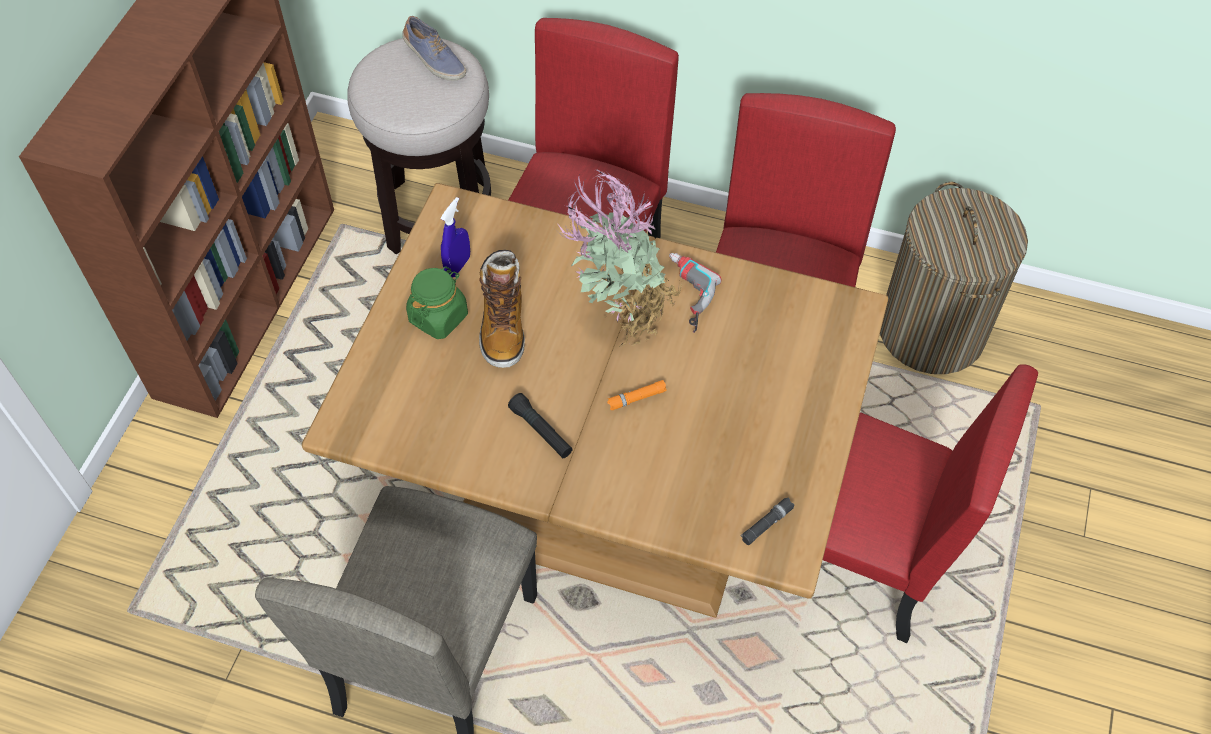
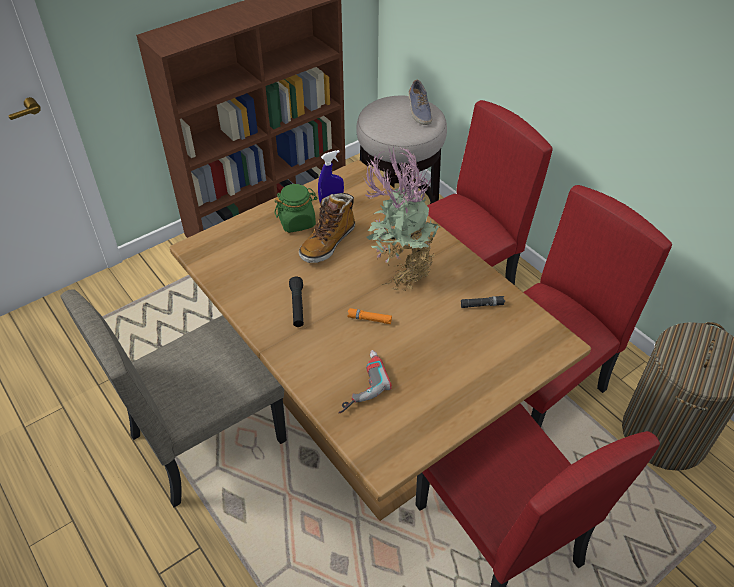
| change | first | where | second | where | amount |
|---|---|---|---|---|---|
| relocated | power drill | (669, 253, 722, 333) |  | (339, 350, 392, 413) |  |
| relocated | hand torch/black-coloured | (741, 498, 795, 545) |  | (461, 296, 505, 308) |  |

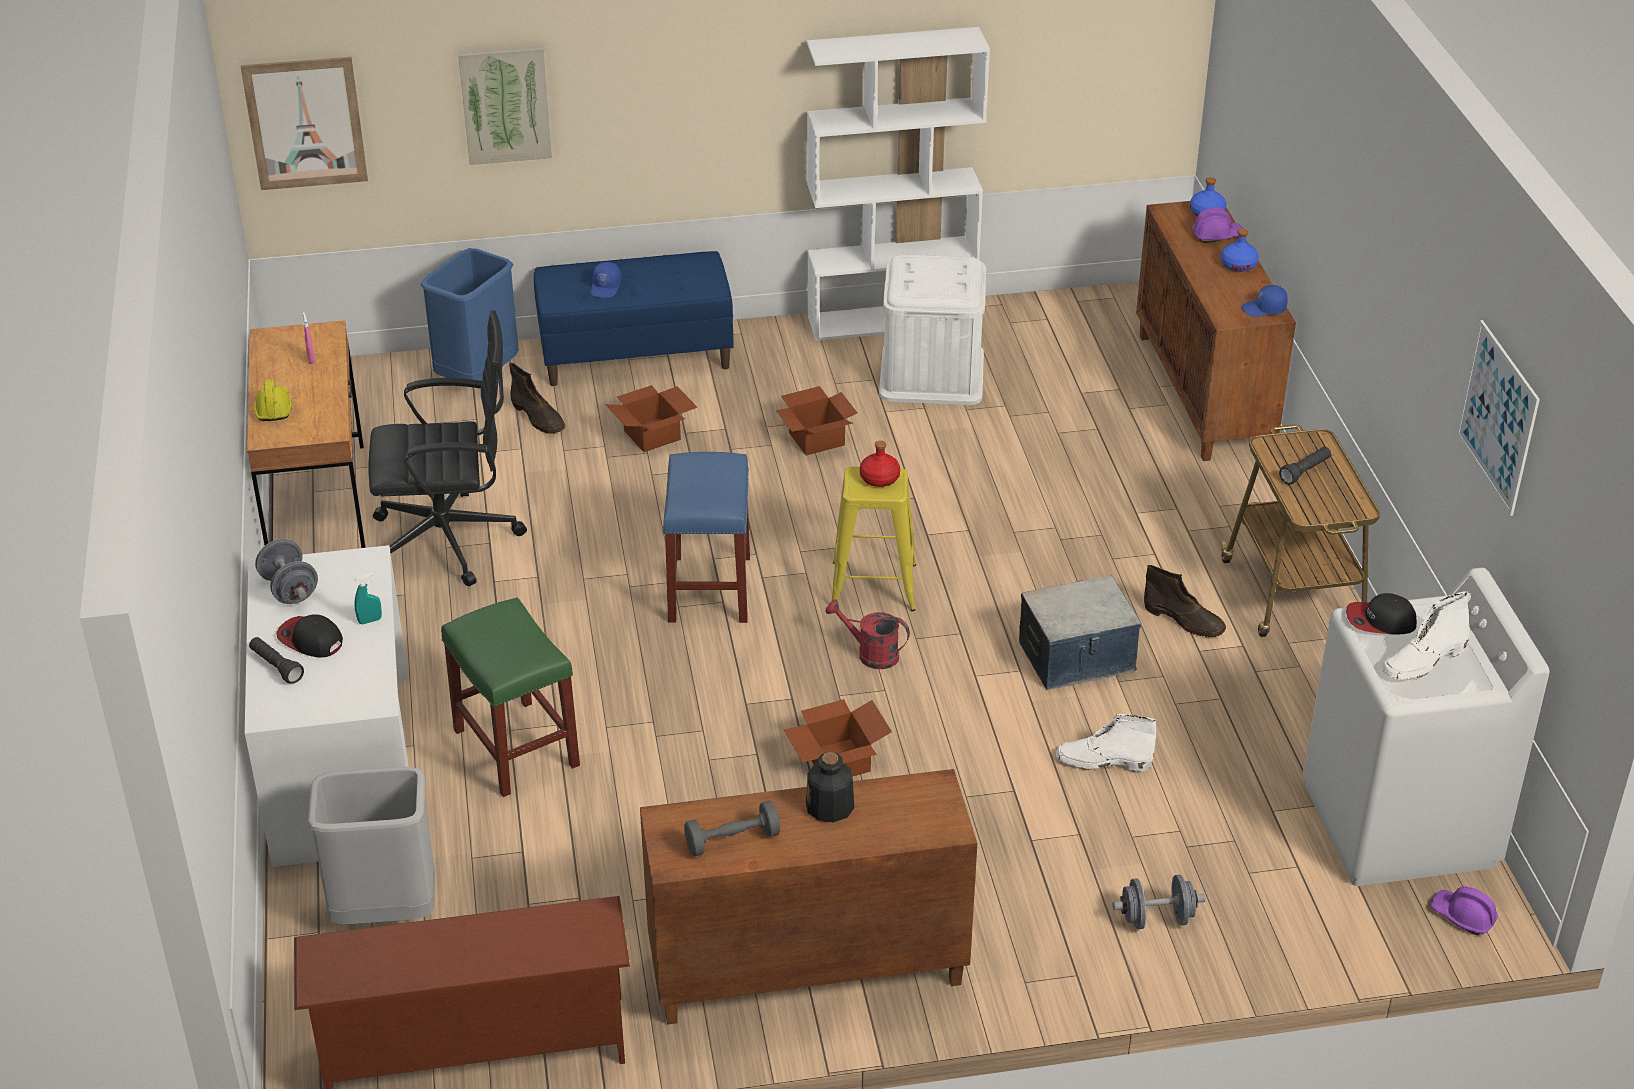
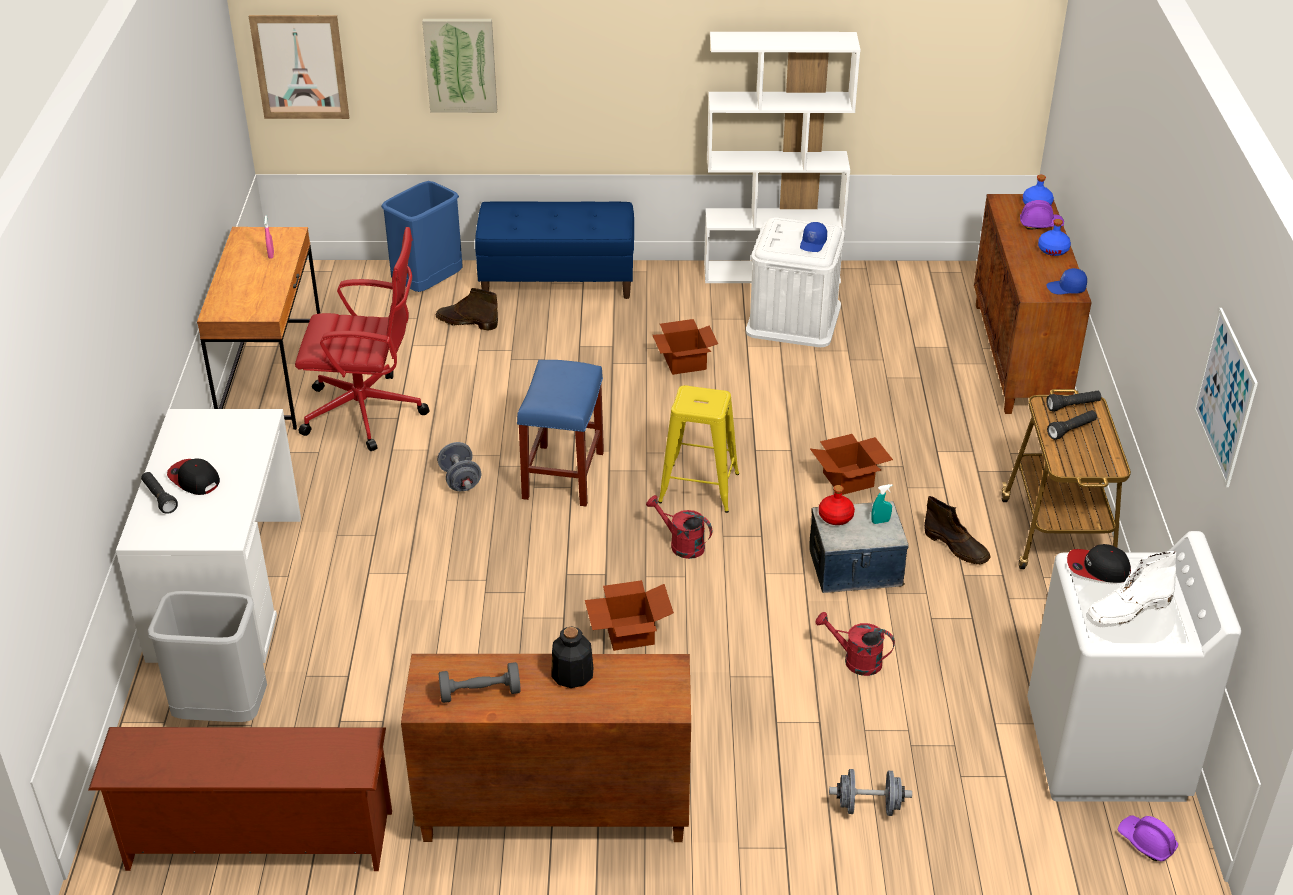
| change | first | where | second | where | amount |
|---|---|---|---|---|---|
| missing | safety helmet/yellowish | (253, 379, 292, 421) |  |  |  |
| missing | sitting stool/green | (441, 597, 580, 797) |  |  |  |
| appeared |  |  | hand torch/black-coloured | (1046, 391, 1101, 411) |  |
| relocated | free weight/greyish | (255, 539, 318, 604) |  | (437, 442, 481, 491) |  |
| relocated | sprayer/turquoise-coloured | (354, 573, 382, 624) |  | (871, 484, 892, 524) |  |
| relocated | peaked cap/bluish | (591, 262, 621, 298) |  | (800, 222, 827, 252) |  |
| relocated | packing box | (605, 385, 697, 452) |  | (810, 434, 893, 495) |  |
| relocated | drink bottle/red-coloured | (860, 440, 900, 487) |  | (819, 485, 855, 525) |  |
| exchanged | tall boot/whitish | (1056, 714, 1156, 772) | watering can/red-coloured | (815, 612, 895, 676) |  |
| colour | computer chair/black-coloured | (368, 310, 527, 586) | computer chair/red-coloured | (295, 227, 430, 451) |  |
| spun | tall boot/brownish | (509, 363, 565, 434) |  | (436, 288, 498, 330) | 135 degrees clockwise |

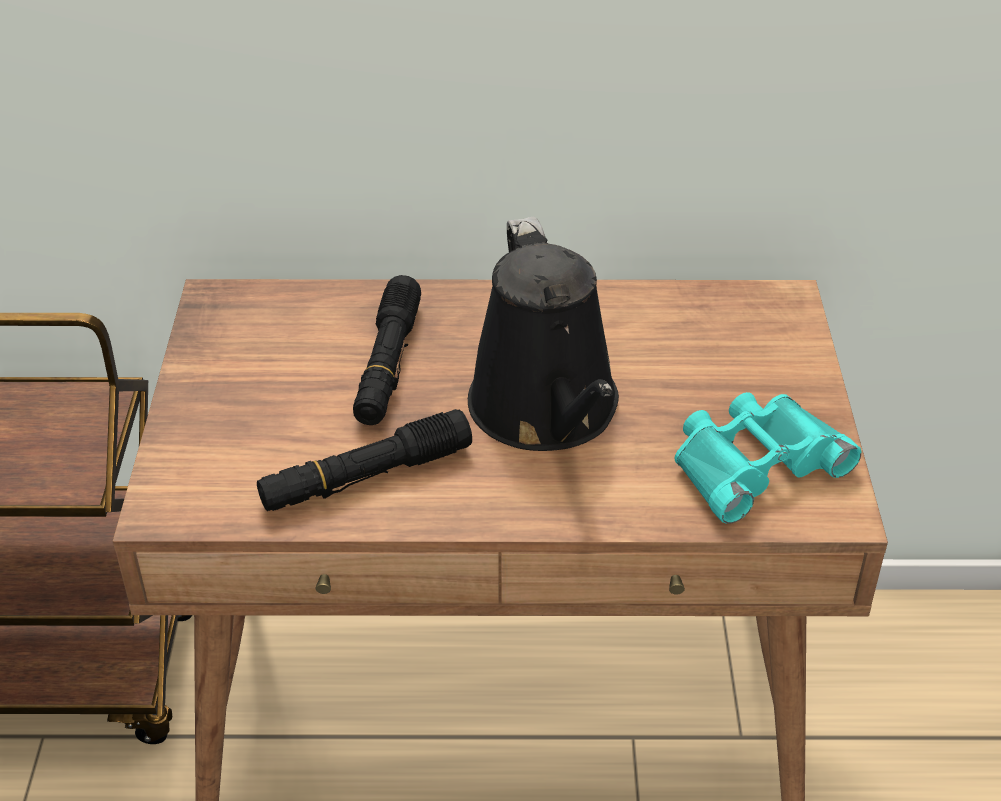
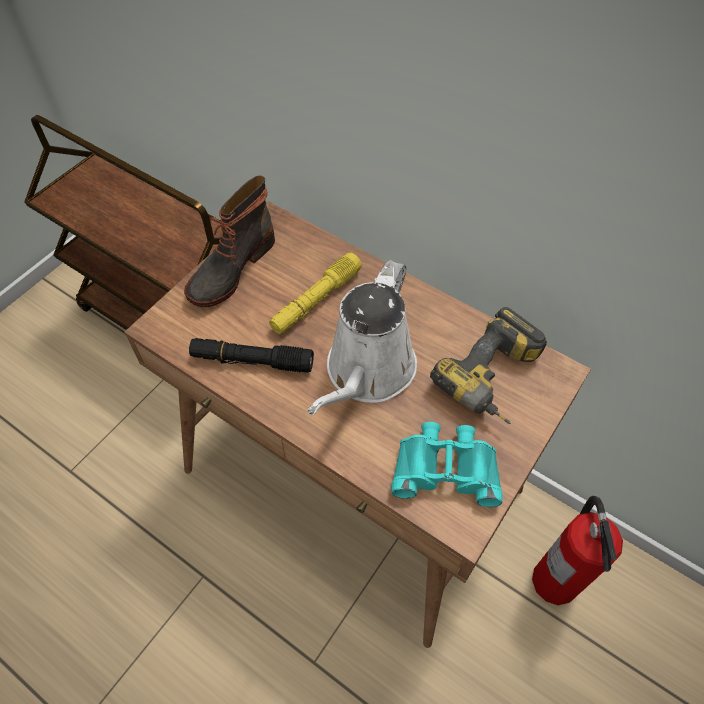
| change | first | where | second | where | amount |
|---|---|---|---|---|---|
| appeared |  |  | tall boot | (184, 176, 275, 307) |  |
| appeared |  |  | power drill | (430, 307, 547, 424) |  |
| appeared |  |  | fire extinguisher | (532, 496, 623, 605) |  |
| colour | hand torch/black-coloured | (353, 275, 421, 425) | hand torch/yellowish | (269, 252, 362, 334) |  |
| colour | watering can/black-coloured | (468, 216, 619, 451) | watering can/whitish | (307, 260, 417, 415) |  |

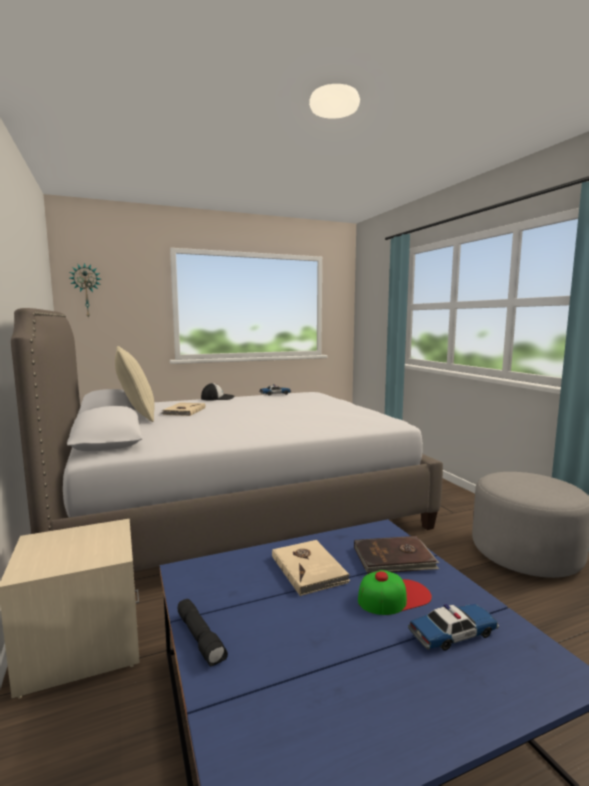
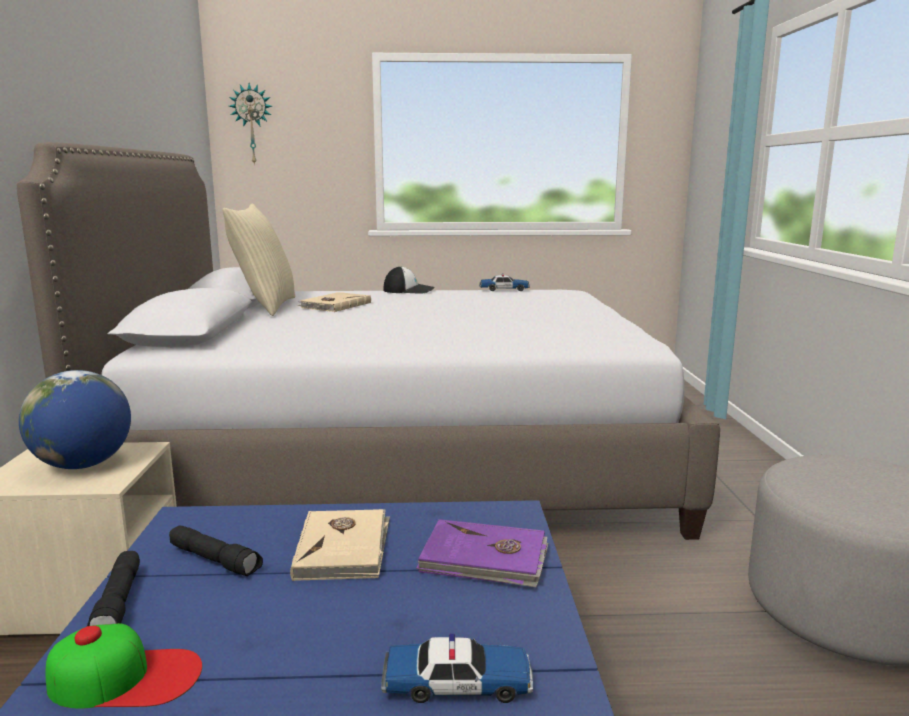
| change | first | where | second | where | amount |
|---|---|---|---|---|---|
| appeared |  |  | world globe | (19, 370, 131, 469) |  |
| appeared |  |  | hand torch/black-coloured | (169, 526, 263, 576) |  |
| relocated | peaked cap | (358, 570, 432, 615) |  | (46, 623, 202, 709) |  |
| colour | book/brownish | (354, 536, 439, 574) | book/purple | (416, 519, 548, 587) |  |

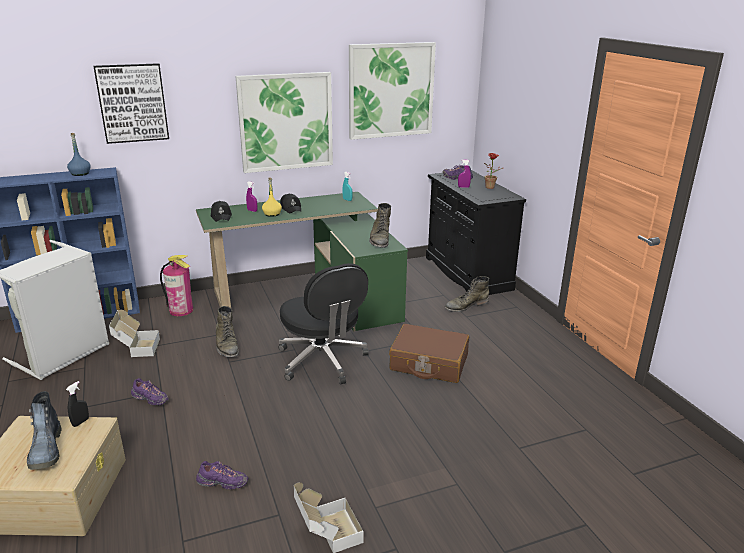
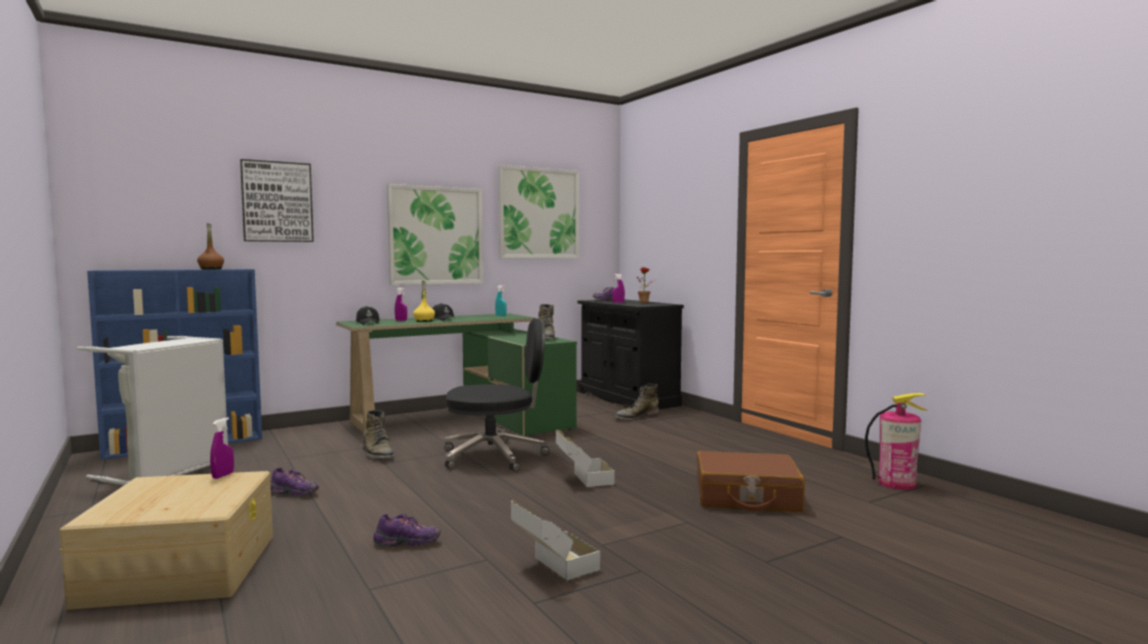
| change | first | where | second | where | amount |
|---|---|---|---|---|---|
| missing | tall boot | (27, 391, 62, 470) |  |  |  |
| relocated | packing box | (109, 310, 160, 357) |  | (556, 430, 615, 487) |  |
| relocated | fire extinguisher | (160, 255, 193, 316) |  | (865, 393, 928, 490) |  |
| relocated | travel case/brownish | (389, 324, 469, 383) |  | (697, 451, 805, 512) |  |
| colour | sprayer/black-coloured | (66, 381, 89, 427) | sprayer/purple | (210, 417, 234, 479) |  |
| colour | drink bottle/bluish | (67, 133, 91, 176) | drink bottle/brownish | (197, 223, 224, 269) |  |
| spun | computer chair/black-coloured | (279, 263, 369, 384) |  | (445, 318, 549, 472) | 60 degrees counterclockwise |

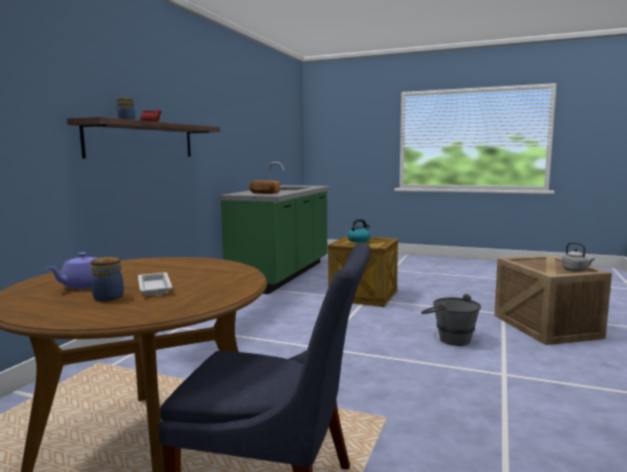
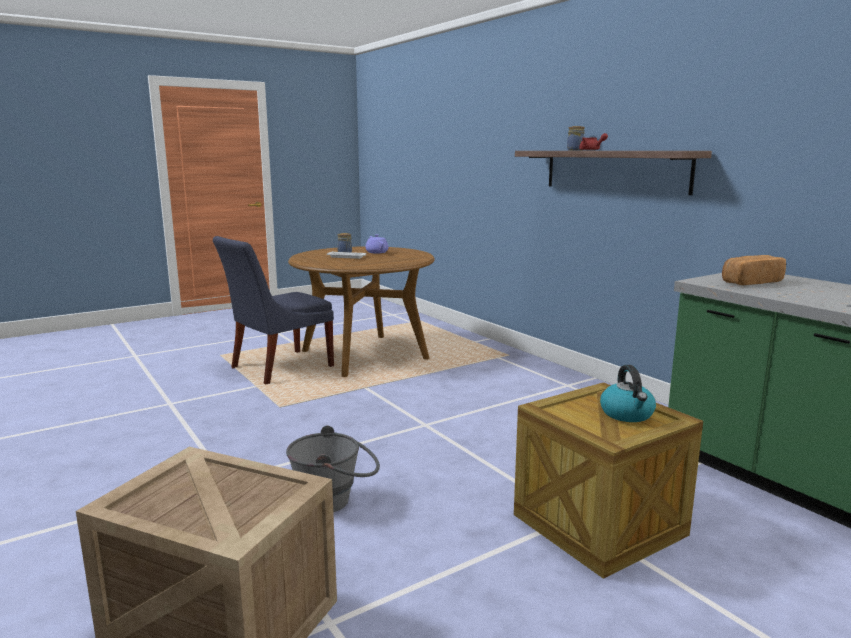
| change | first | where | second | where | amount |
|---|---|---|---|---|---|
| missing | kettle/greyish | (562, 242, 595, 272) |  |  |  |

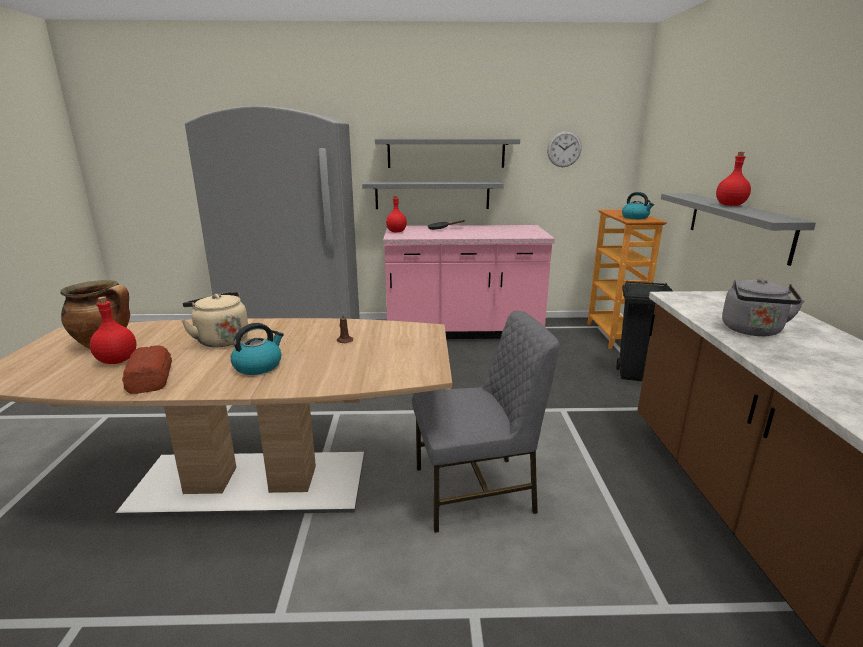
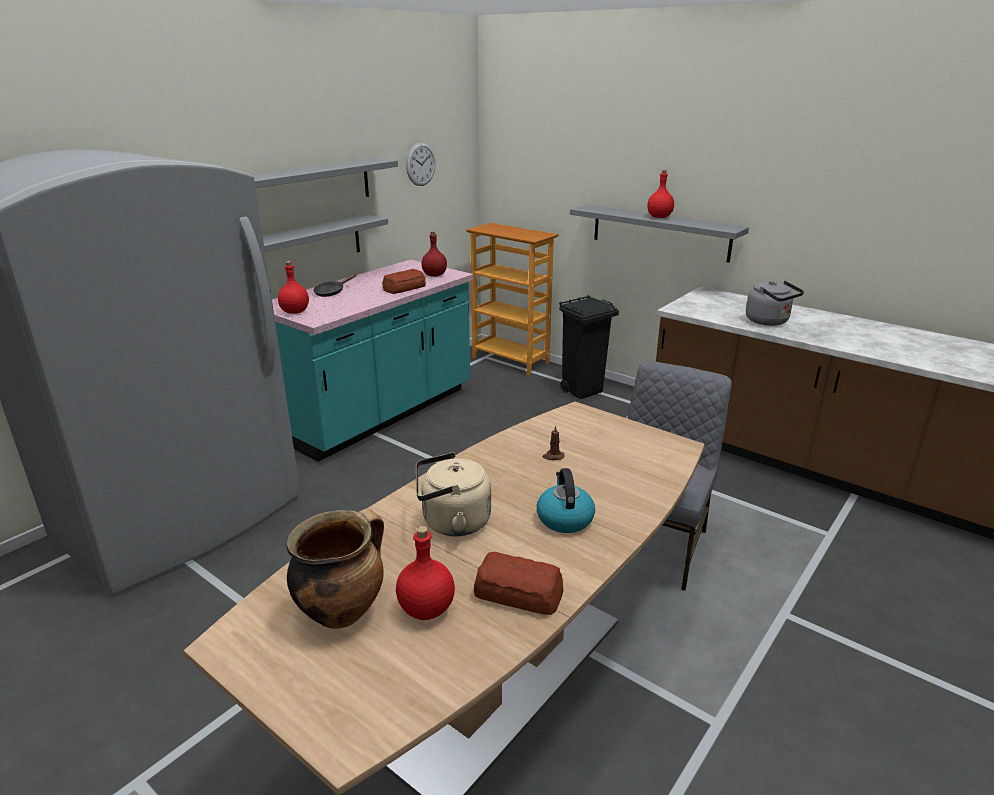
| change | first | where | second | where | amount |
|---|---|---|---|---|---|
| missing | kettle | (622, 192, 654, 219) |  |  |  |
| appeared |  |  | baked bread | (382, 269, 426, 294) |  |
| appeared |  |  | drink bottle/red-coloured | (421, 231, 447, 277) |  |
| colour | kitchen base unit/pink | (383, 225, 555, 339) | kitchen base unit/turquoise-coloured | (272, 260, 473, 462) |  |

